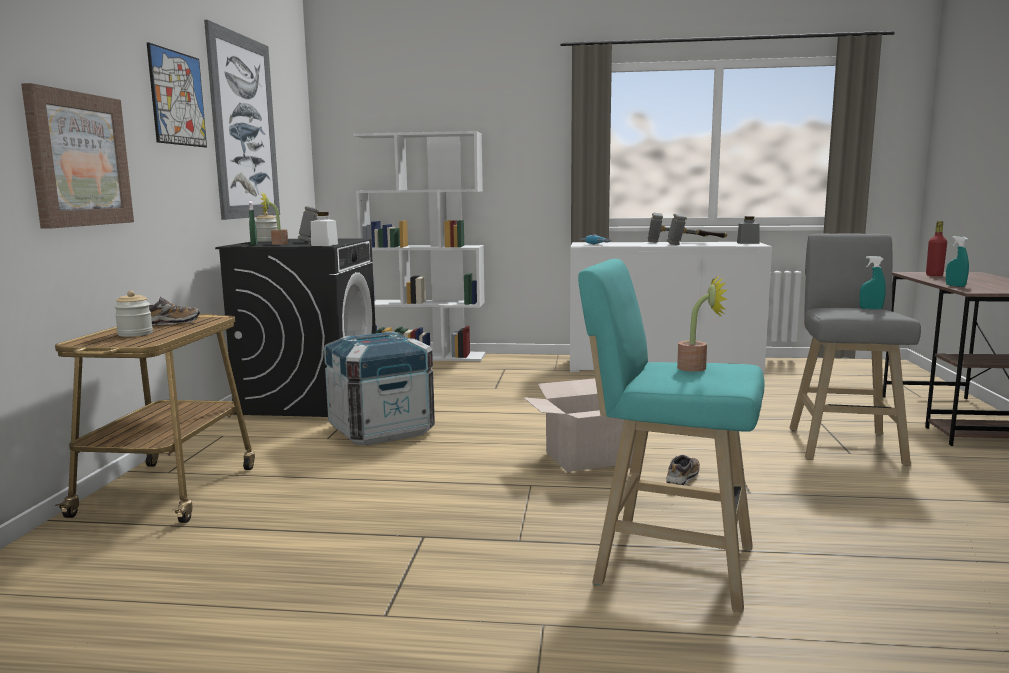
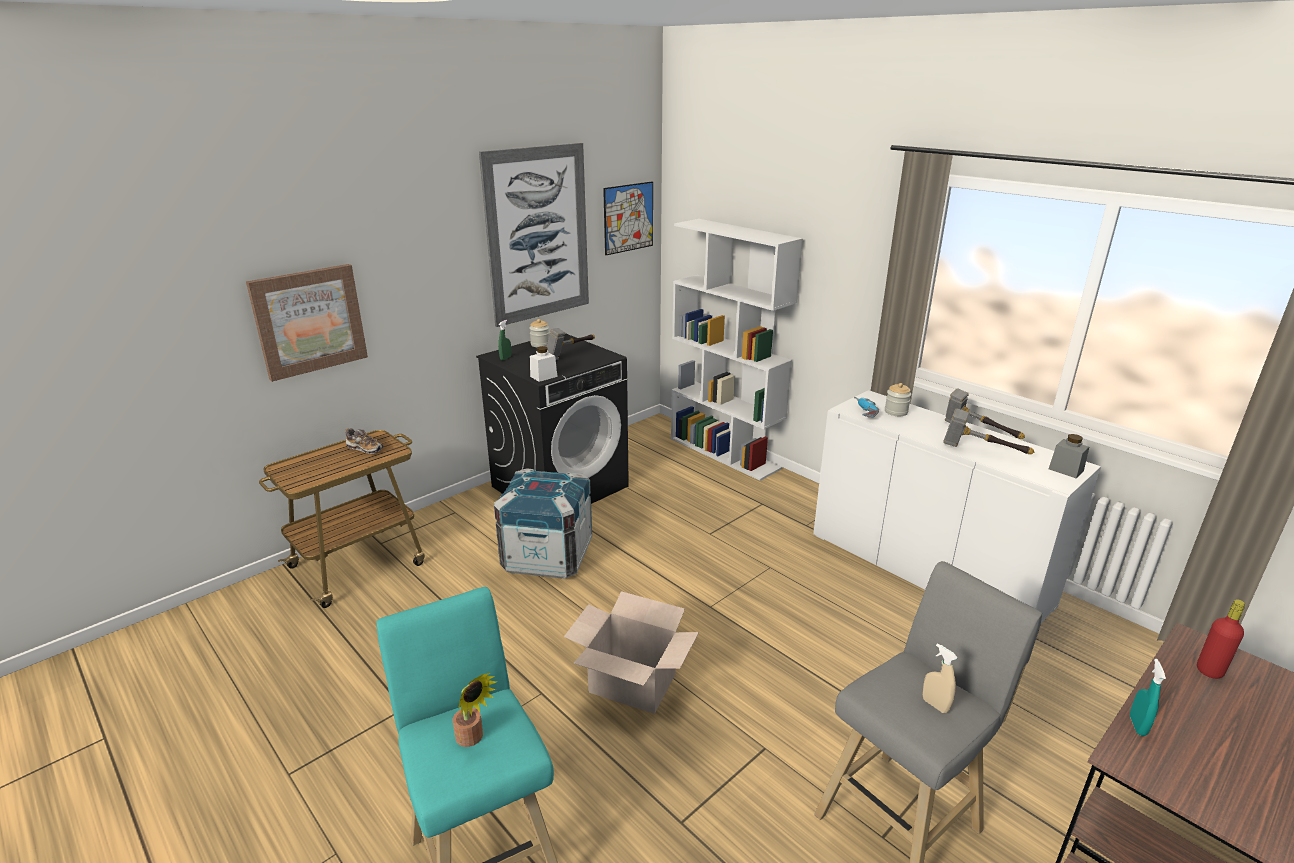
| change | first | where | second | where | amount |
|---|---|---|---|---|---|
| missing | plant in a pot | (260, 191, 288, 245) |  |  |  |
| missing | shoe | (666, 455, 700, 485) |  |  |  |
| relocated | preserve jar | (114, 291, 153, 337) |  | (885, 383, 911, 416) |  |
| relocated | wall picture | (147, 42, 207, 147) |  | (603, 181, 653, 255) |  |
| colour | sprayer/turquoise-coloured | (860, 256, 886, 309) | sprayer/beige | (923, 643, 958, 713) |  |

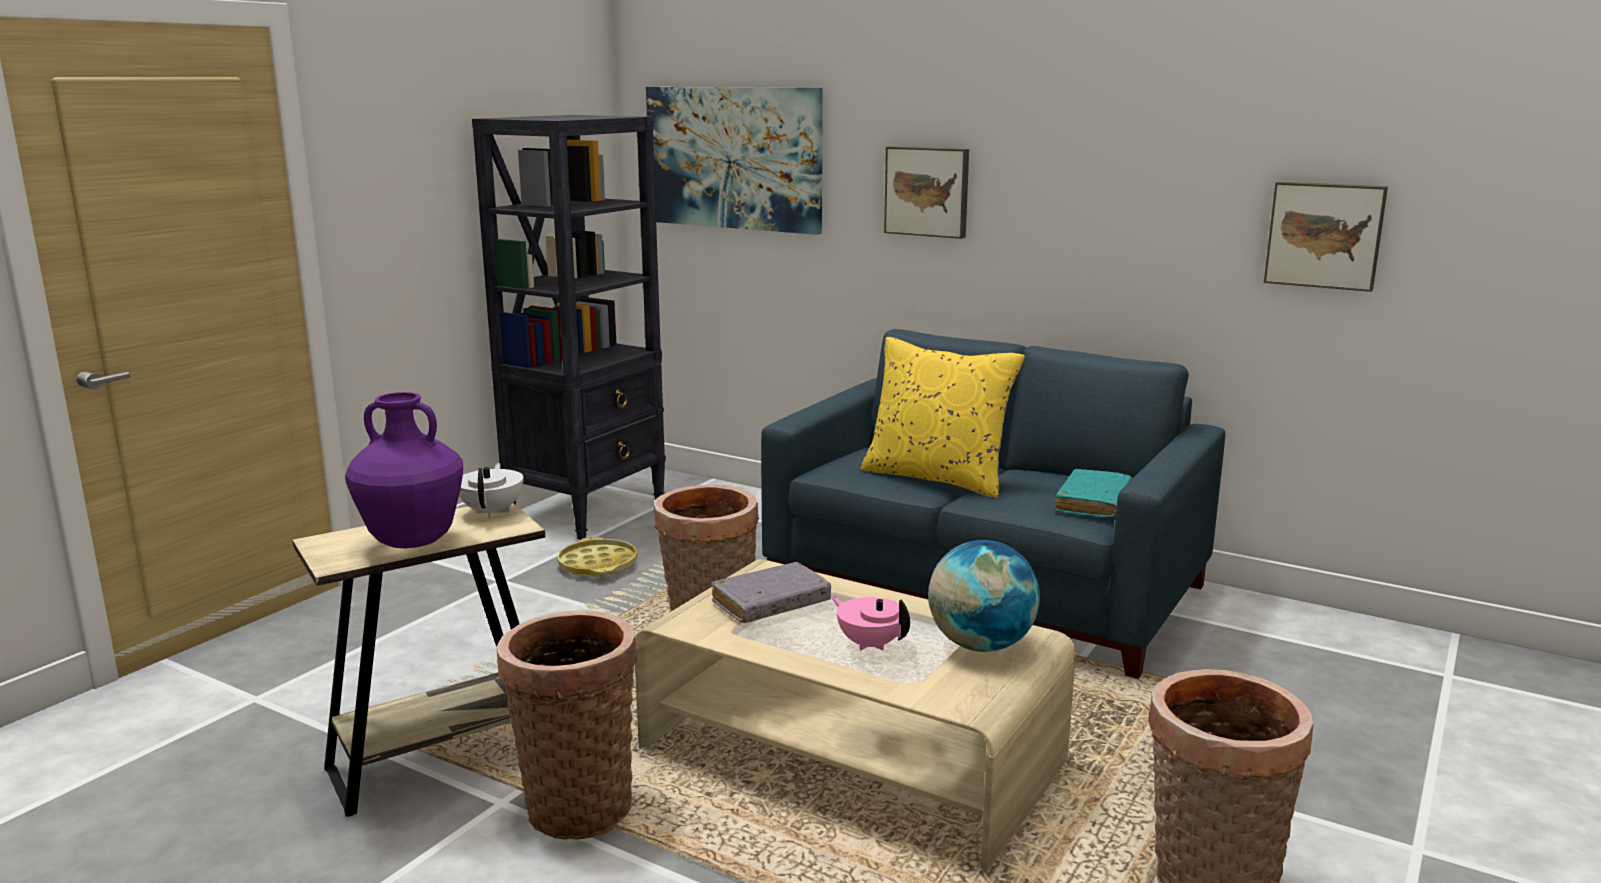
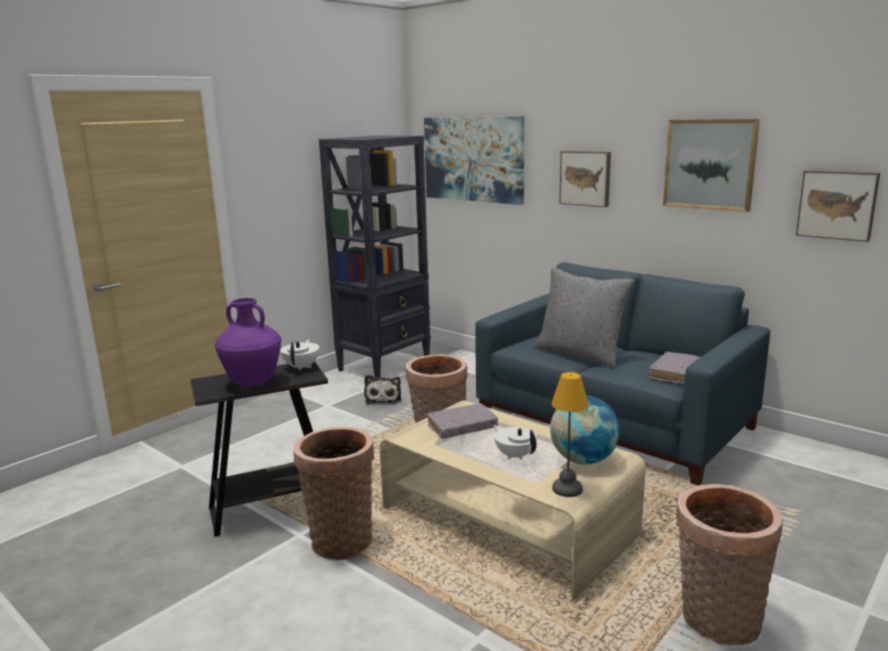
| change | first | where | second | where | amount |
|---|---|---|---|---|---|
| appeared |  |  | tabletop lamp | (551, 372, 589, 497) |  |
| appeared |  |  | wall picture | (663, 119, 760, 212) |  |
| exchanged | tray/yellowish | (557, 537, 638, 577) | plush toy | (364, 375, 401, 405) |  |
| colour | accent table/beige | (293, 503, 545, 817) | accent table/black-coloured | (190, 361, 328, 537) |  |
| colour | pot for tea/pink | (831, 596, 910, 650) | pot for tea/whitish | (494, 425, 537, 460) |  |
| colour | pillow/yellowish | (860, 337, 1025, 498) | pillow/greyish | (534, 268, 634, 368) |  |
| colour | book/turquoise-coloured | (1055, 469, 1132, 518) | book/greyish | (649, 352, 700, 384) |  |

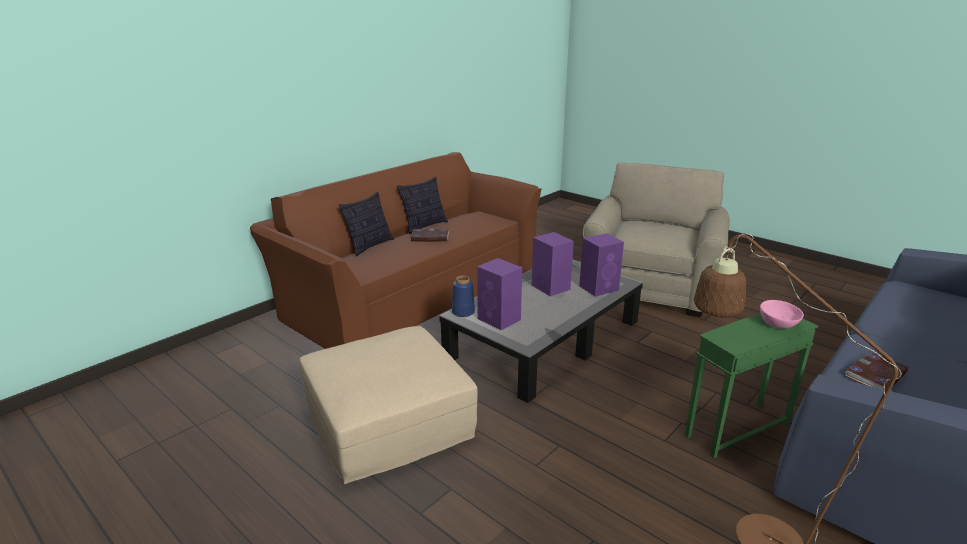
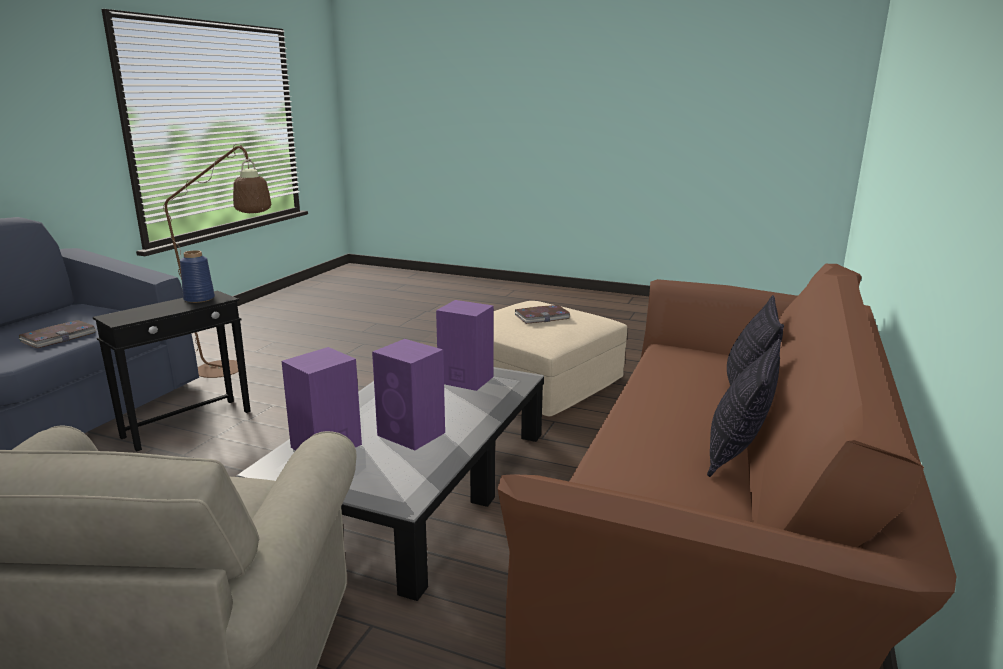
| change | first | where | second | where | amount |
|---|---|---|---|---|---|
| missing | bowl/pink | (760, 300, 804, 329) |  |  |  |
| relocated | book | (410, 228, 449, 242) |  | (515, 305, 571, 324) |  |
| relocated | decorative vase/bluish | (452, 276, 475, 317) |  | (180, 250, 215, 303) |  |
| colour | accent table/green | (685, 314, 818, 458) | accent table/black-coloured | (93, 291, 251, 451) |  |

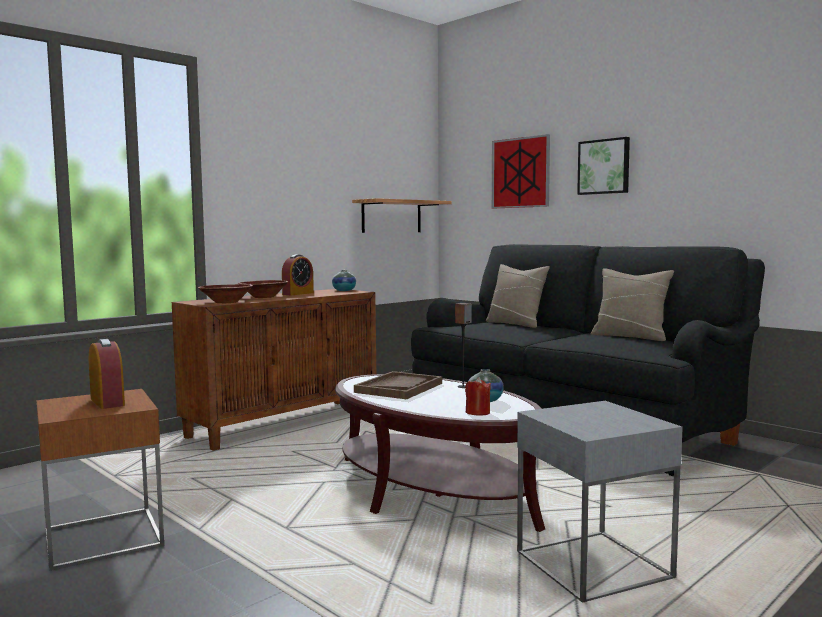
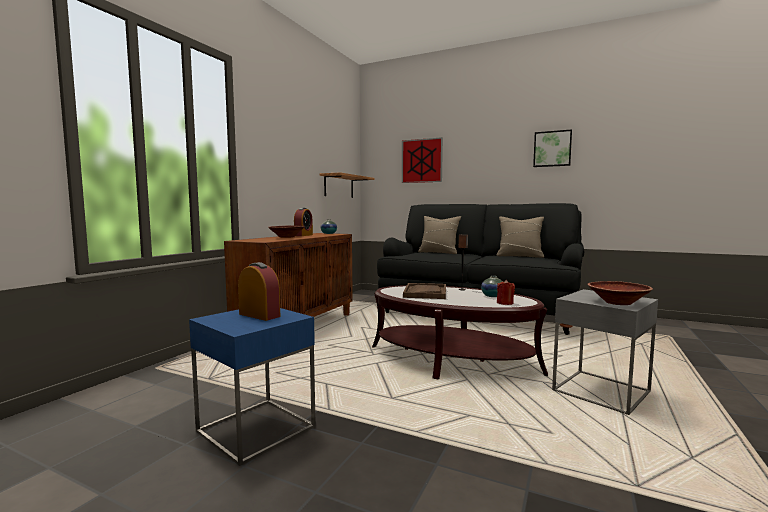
| change | first | where | second | where | amount |
|---|---|---|---|---|---|
| relocated | bowl/brownish | (198, 284, 253, 303) |  | (587, 281, 653, 305) |  |
| relocated | wall picture | (577, 137, 630, 195) |  | (533, 129, 572, 167) |  |
| colour | accent table/brownish | (36, 389, 164, 571) | accent table/bluish | (189, 308, 316, 466) |  |

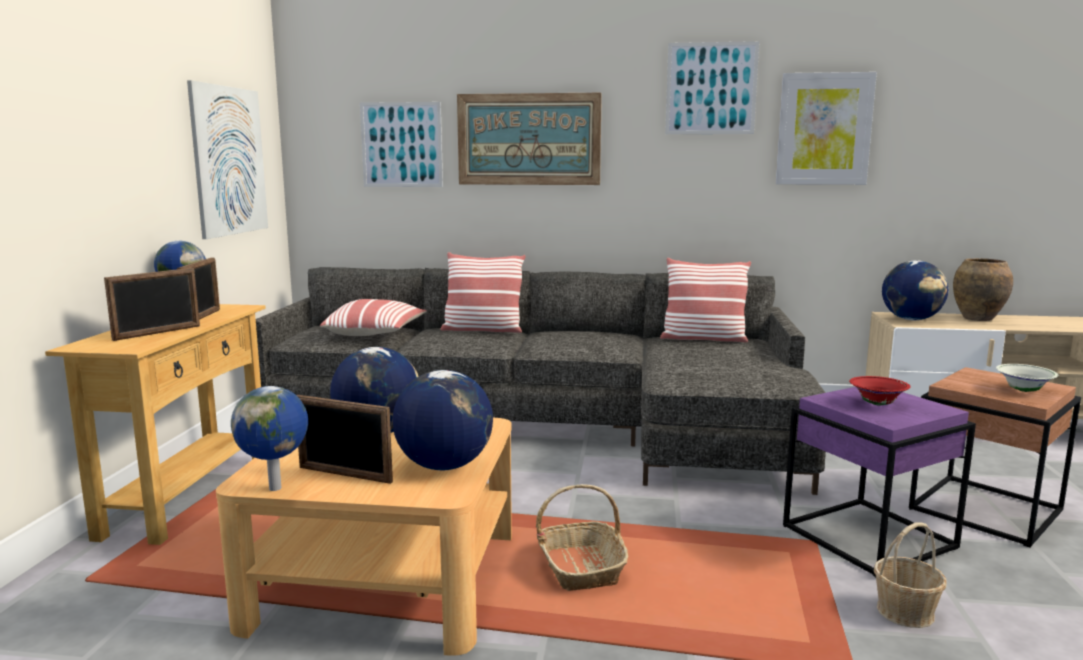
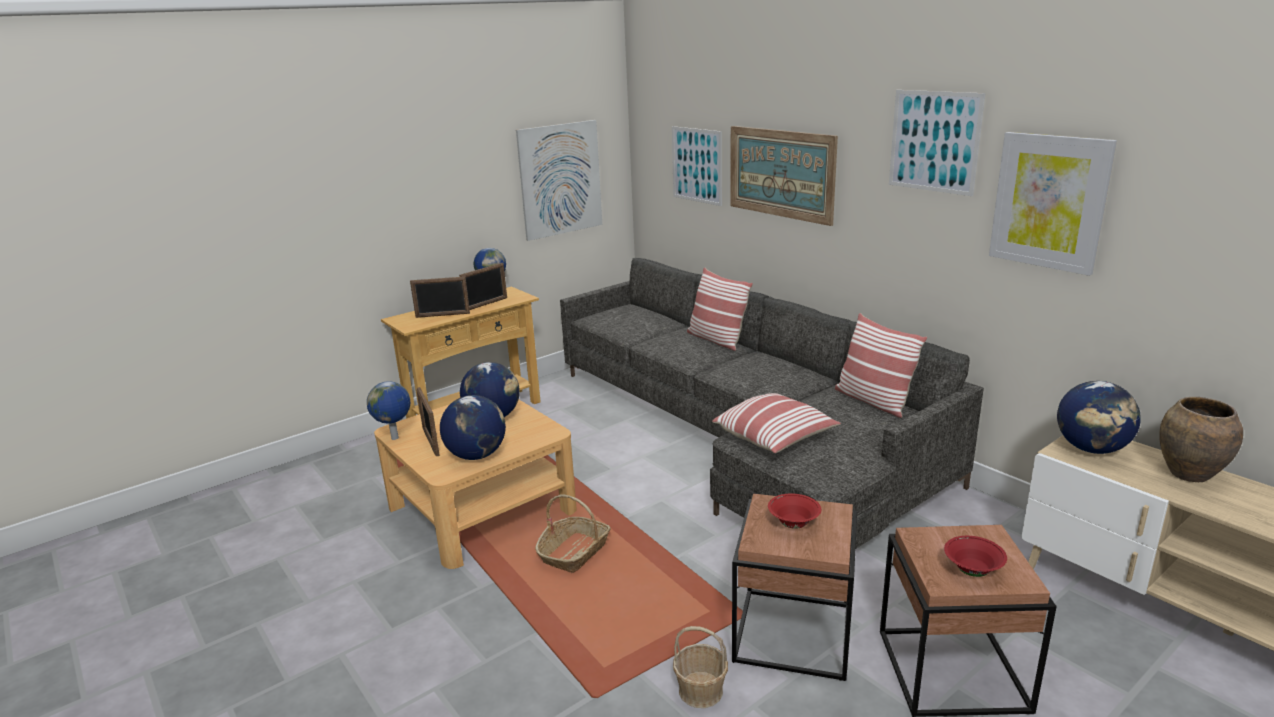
| change | first | where | second | where | amount |
|---|---|---|---|---|---|
| relocated | pillow | (320, 299, 427, 336) |  | (712, 393, 841, 453) |  |
| colour | accent table/purple | (783, 387, 976, 577) | accent table/brownish | (732, 494, 857, 681) |  |
| colour | bowl/whitish | (996, 364, 1058, 392) | bowl/red-coloured | (944, 536, 1007, 577) |  |

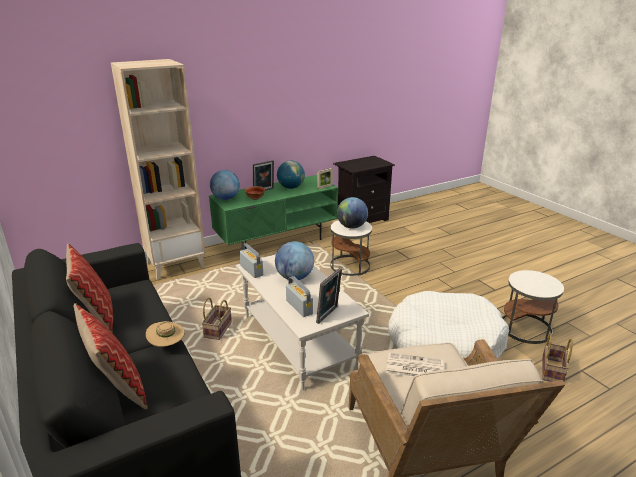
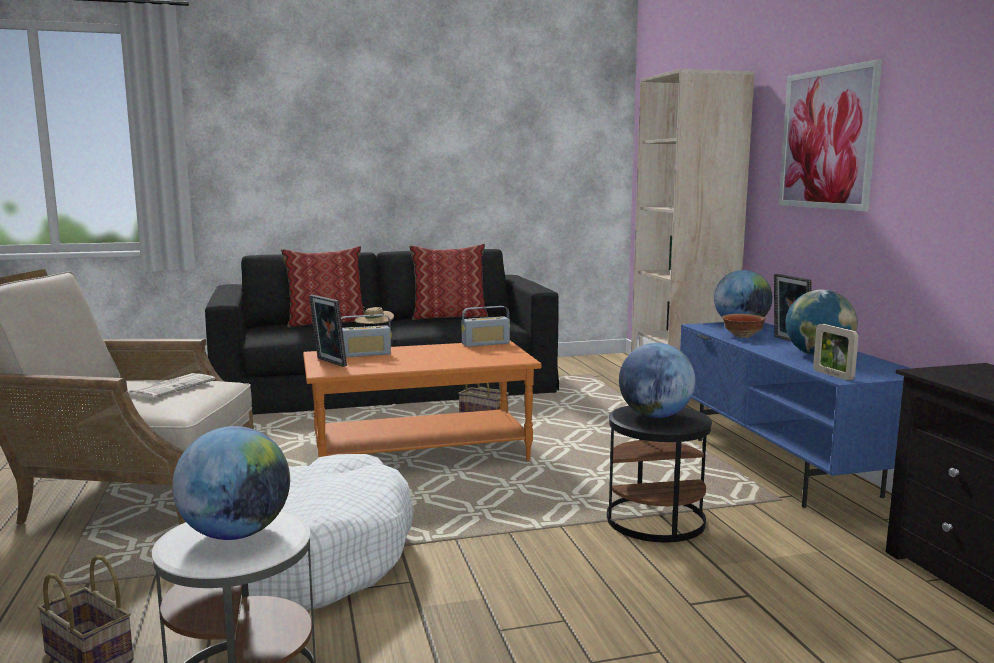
| change | first | where | second | where | amount |
|---|---|---|---|---|---|
| appeared |  |  | wall picture | (779, 59, 882, 211) |  |
| relocated | world globe | (275, 241, 314, 281) |  | (172, 426, 290, 540) |  |
| colour | tv unit/green | (209, 175, 338, 249) | tv unit/bluish | (680, 322, 910, 508) |  |
| colour | lounge table/whitish | (236, 255, 369, 390) | lounge table/orange-coloured | (303, 341, 542, 461) |  |
| colour | accent table/whitish | (330, 220, 372, 276) | accent table/black-coloured | (607, 406, 712, 542) |  |

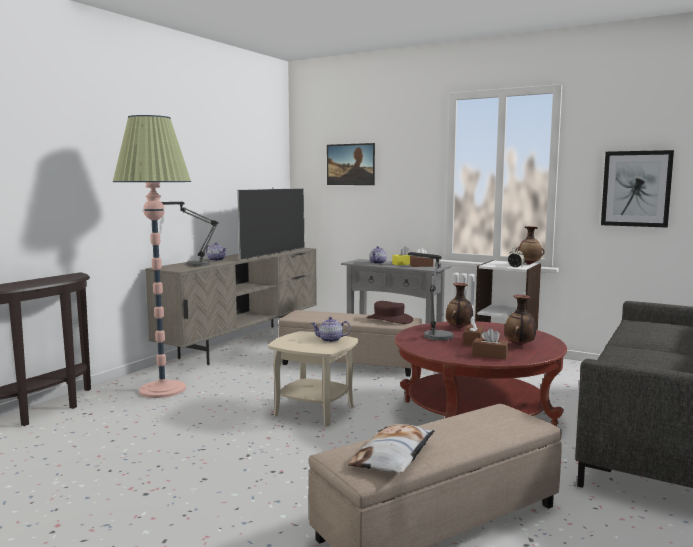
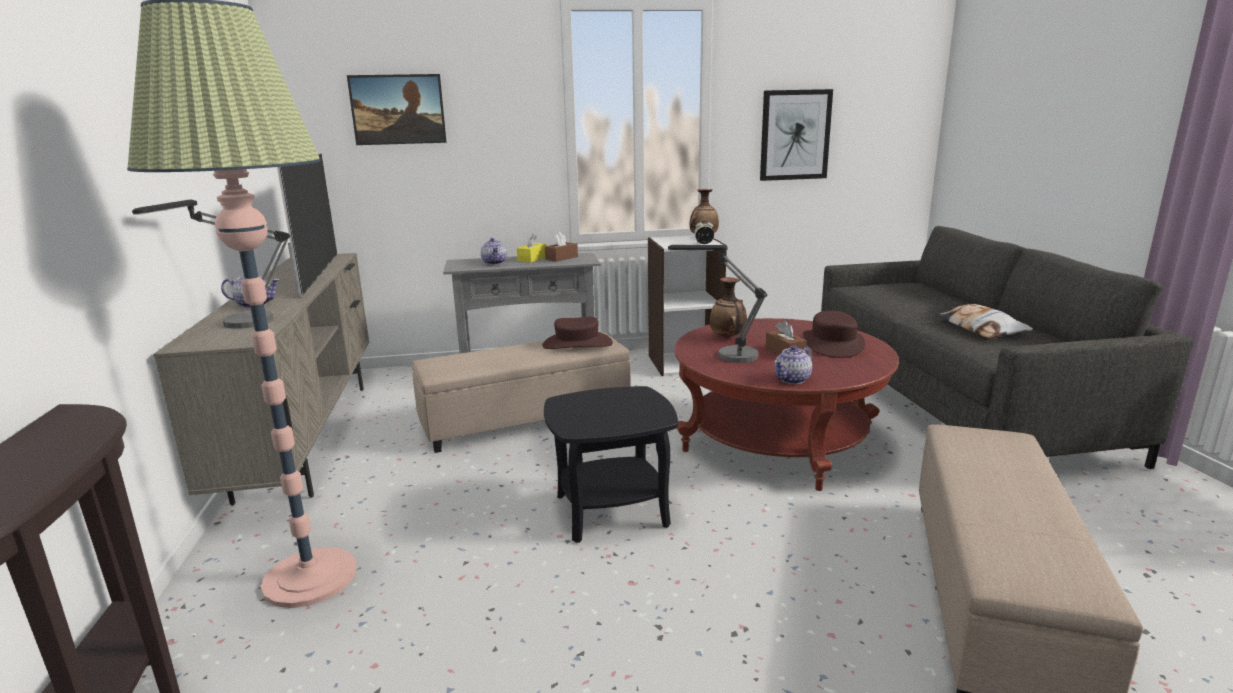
| change | first | where | second | where | amount |
|---|---|---|---|---|---|
| missing | box of tissues/brownish | (472, 328, 509, 360) |  |  |  |
| relocated | pot for tea | (310, 317, 351, 342) |  | (774, 345, 812, 384) |  |
| relocated | pillow | (348, 424, 435, 473) |  | (934, 304, 1033, 338) |  |
| exchanged | decorative vase | (504, 295, 536, 346) | wearable hat/brownish | (803, 310, 865, 358) |  |
| colour | accent table/beige | (268, 331, 358, 427) | accent table/black-coloured | (544, 386, 678, 543) |  |

